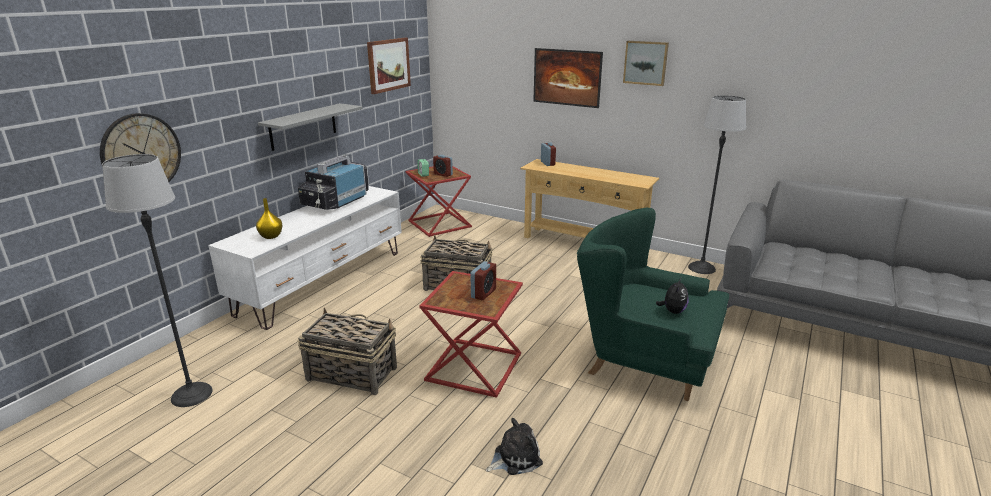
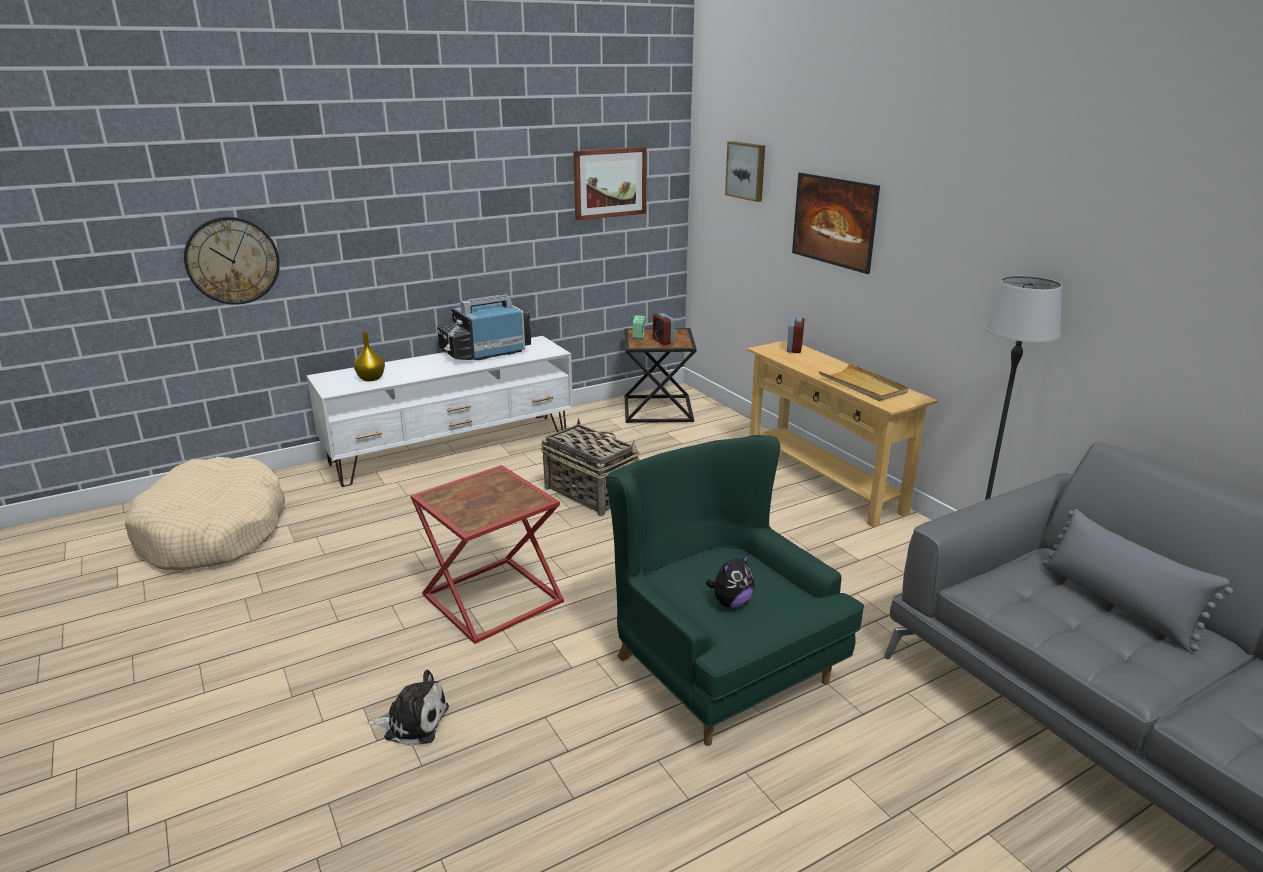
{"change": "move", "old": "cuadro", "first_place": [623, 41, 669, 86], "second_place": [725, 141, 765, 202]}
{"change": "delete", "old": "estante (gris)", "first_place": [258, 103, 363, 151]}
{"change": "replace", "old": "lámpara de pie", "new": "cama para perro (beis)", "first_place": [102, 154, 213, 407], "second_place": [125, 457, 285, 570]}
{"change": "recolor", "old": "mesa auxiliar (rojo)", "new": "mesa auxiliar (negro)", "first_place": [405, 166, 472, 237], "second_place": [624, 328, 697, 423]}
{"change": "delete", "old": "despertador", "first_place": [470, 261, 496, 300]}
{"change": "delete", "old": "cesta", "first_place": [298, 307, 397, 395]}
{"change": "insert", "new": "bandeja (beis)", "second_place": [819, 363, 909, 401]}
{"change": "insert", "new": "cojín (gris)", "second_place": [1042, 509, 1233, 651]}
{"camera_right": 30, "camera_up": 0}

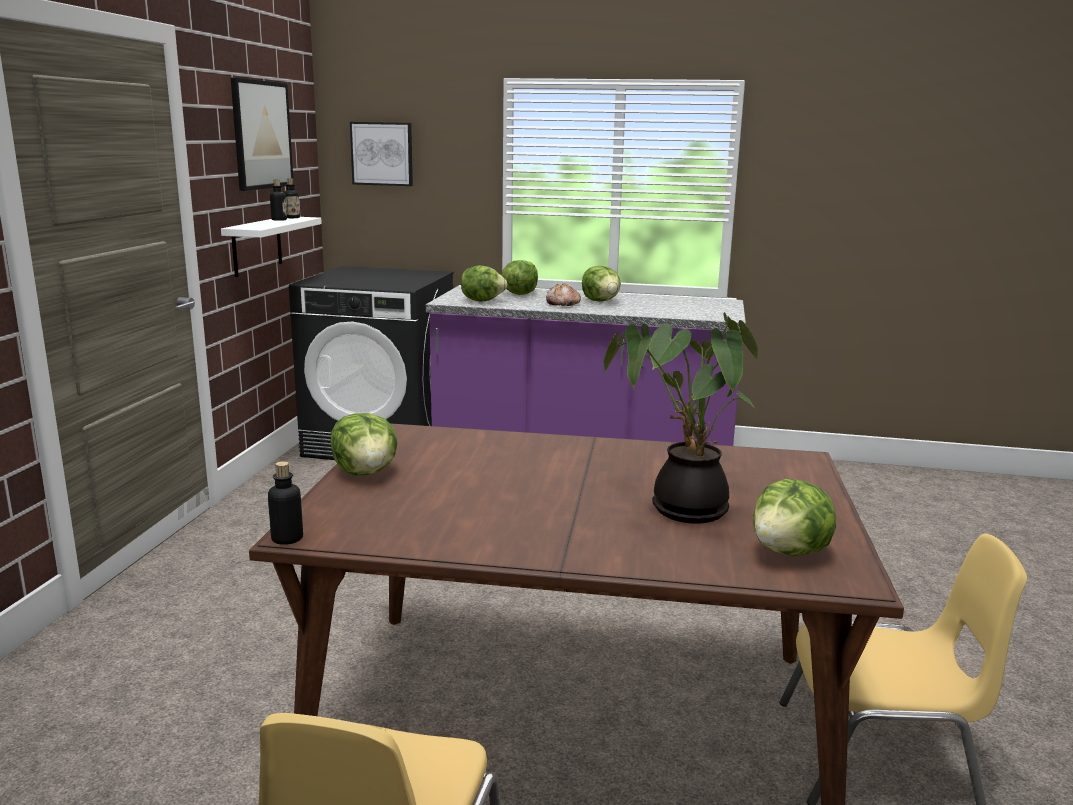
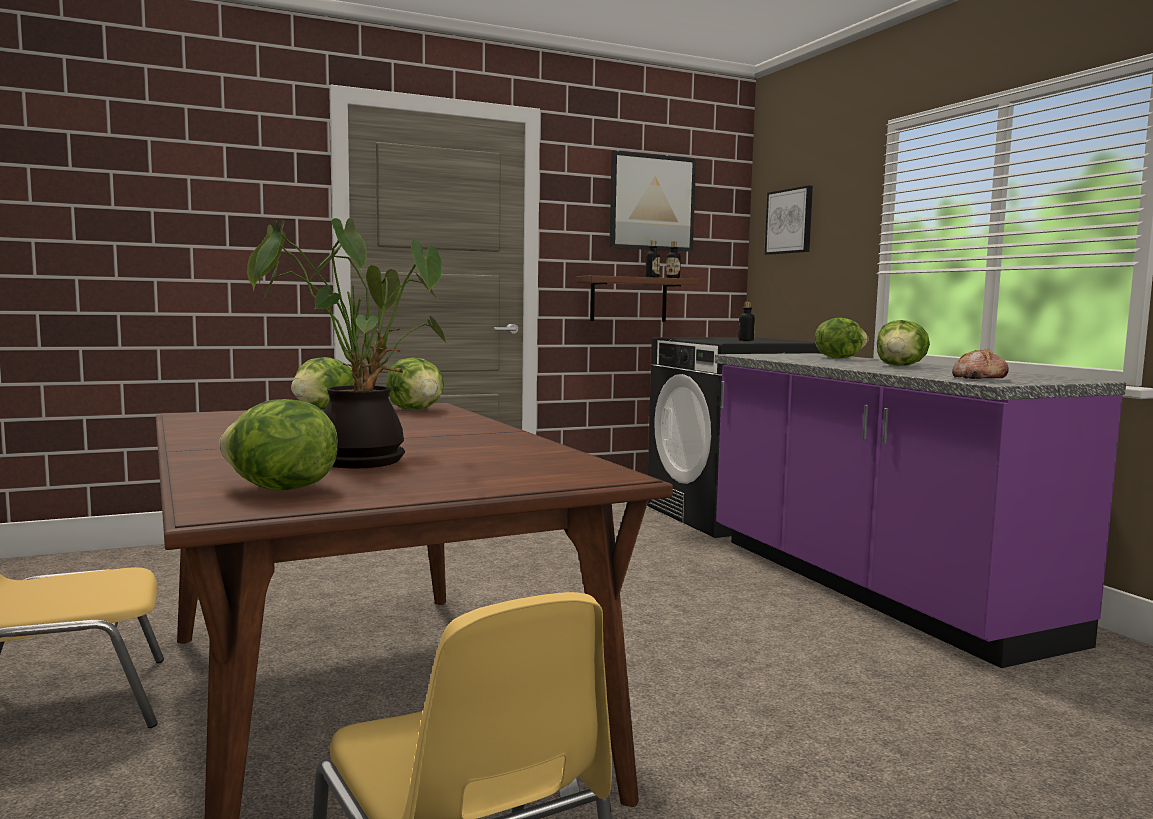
{"change": "recolor", "old": "estante (blanco)", "new": "estante (marrón)", "first_place": [221, 217, 322, 277], "second_place": [576, 275, 699, 322]}
{"change": "move", "old": "lechuga", "first_place": [461, 265, 508, 302], "second_place": [386, 358, 444, 410]}
{"change": "move", "old": "pan", "first_place": [546, 283, 581, 306], "second_place": [952, 349, 1009, 379]}
{"change": "move", "old": "botella", "first_place": [268, 461, 303, 545], "second_place": [738, 302, 755, 341]}
{"camera_right": 55, "camera_up": -10}

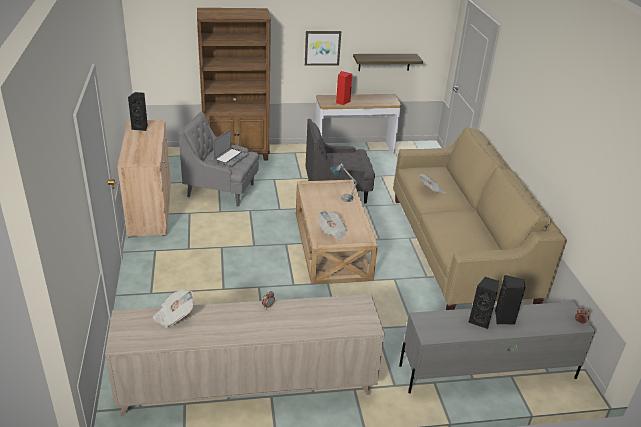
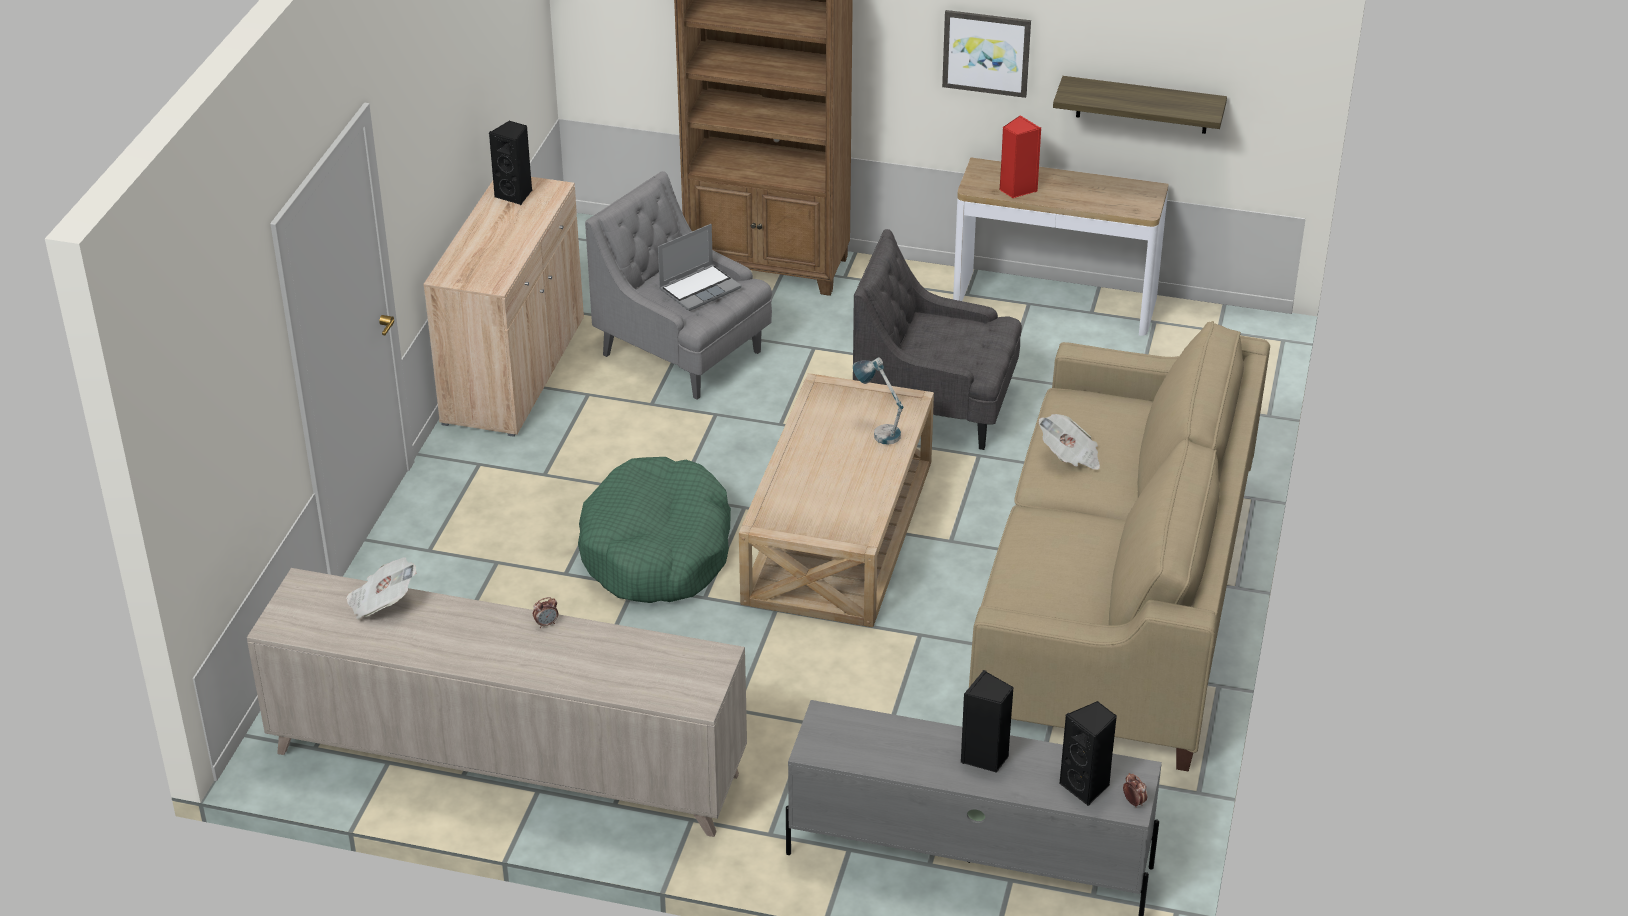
{"change": "delete", "old": "periódico", "first_place": [318, 211, 348, 240]}
{"change": "move", "old": "altavoz (negro)", "first_place": [468, 277, 499, 329], "second_place": [1059, 701, 1117, 806]}
{"change": "insert", "new": "cama para perro (verde)", "second_place": [578, 457, 731, 603]}
{"camera_right": 25, "camera_up": 5}

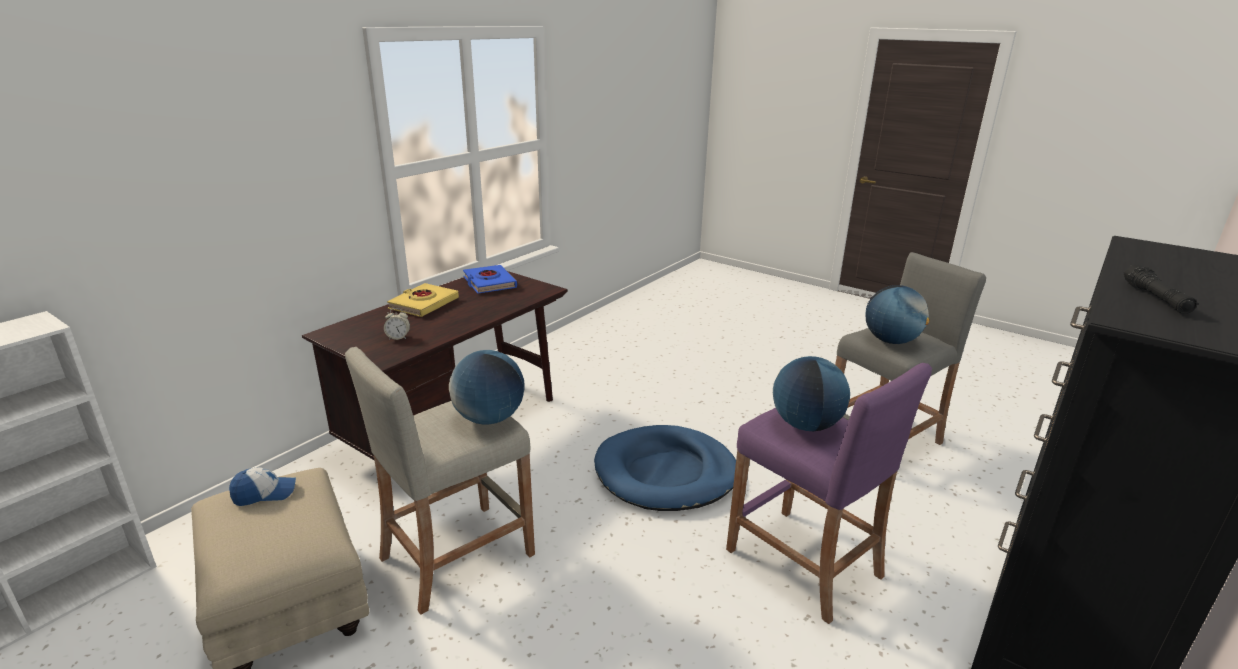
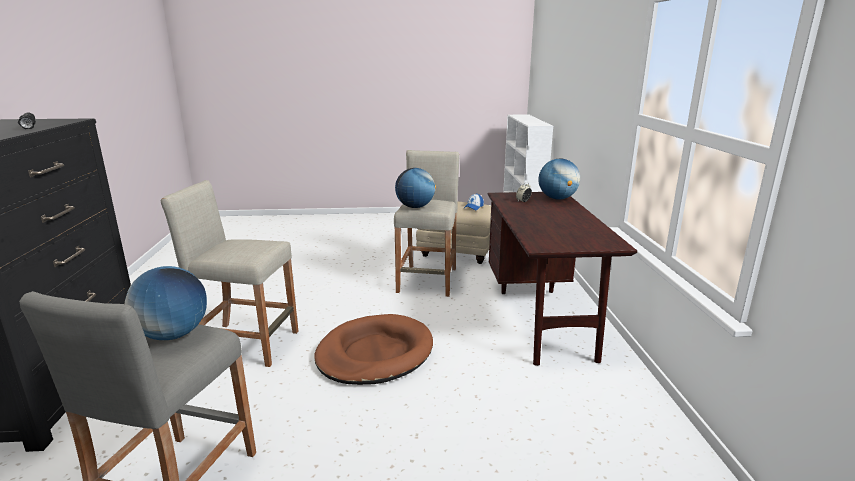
{"change": "delete", "old": "libro (azul)", "first_place": [463, 265, 517, 294]}
{"change": "delete", "old": "libro (amarillo)", "first_place": [387, 283, 459, 317]}
{"change": "move", "old": "globo terráqueo", "first_place": [773, 356, 850, 431], "second_place": [538, 159, 580, 199]}
{"change": "recolor", "old": "taburete (morado)", "new": "taburete (beis)", "first_place": [726, 363, 932, 624], "second_place": [161, 180, 299, 367]}
{"change": "recolor", "old": "cama para perro (azul)", "new": "cama para perro (marrón)", "first_place": [594, 425, 736, 511], "second_place": [314, 314, 433, 385]}
{"camera_right": 140, "camera_up": -5}

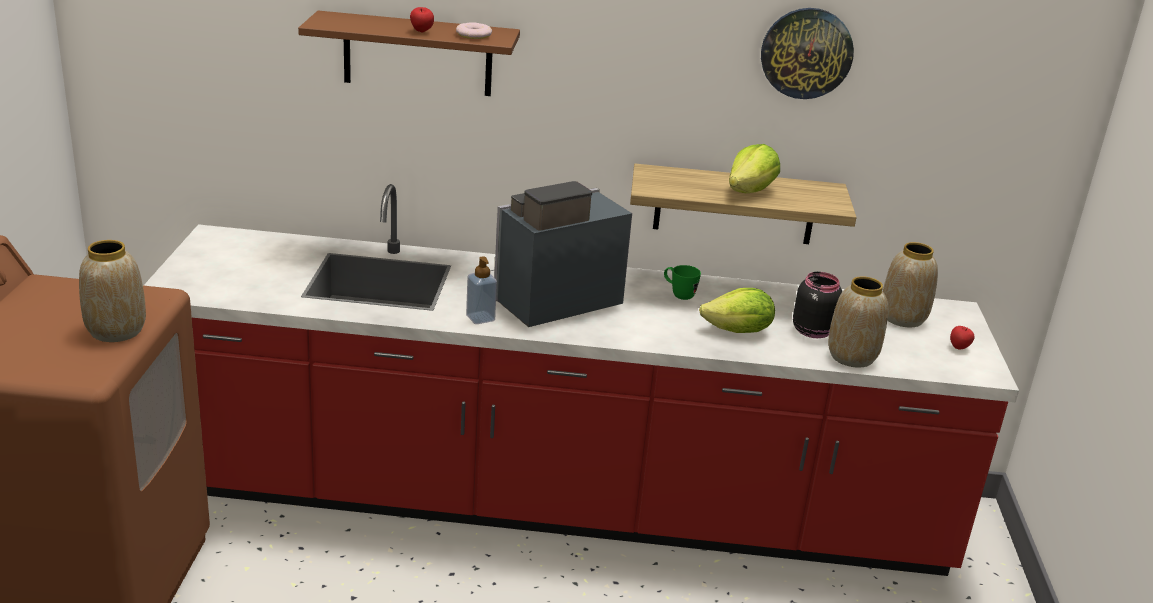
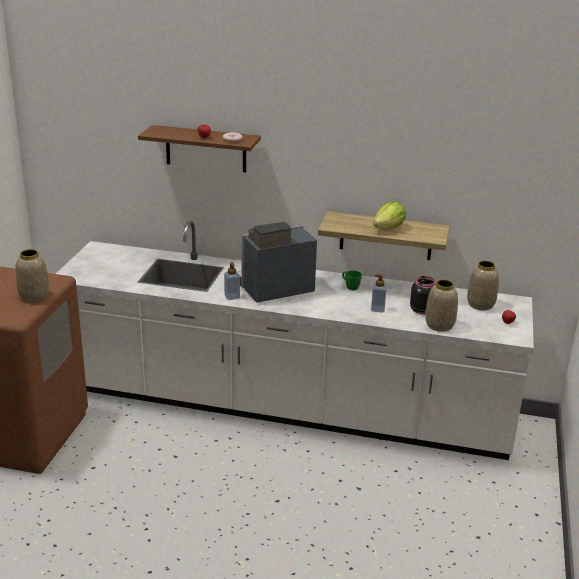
{"change": "delete", "old": "reloj de pared", "first_place": [761, 8, 854, 99]}
{"change": "recolor", "old": "mueble bajo de cocina (rojo)", "new": "mueble bajo de cocina (blanco)", "first_place": [143, 184, 1019, 576], "second_place": [56, 221, 534, 460]}
{"change": "replace", "old": "lechuga", "new": "dispensador de jabón", "first_place": [699, 288, 775, 333], "second_place": [371, 275, 387, 313]}
{"camera_right": 10, "camera_up": 0}

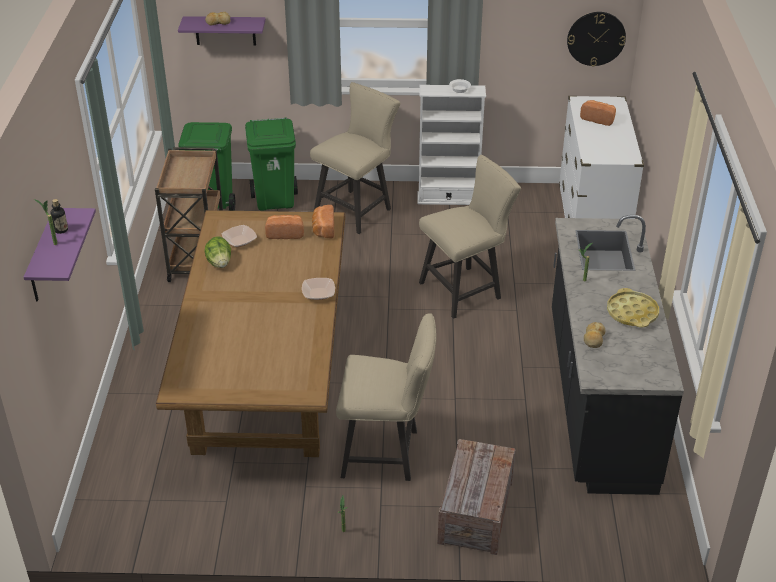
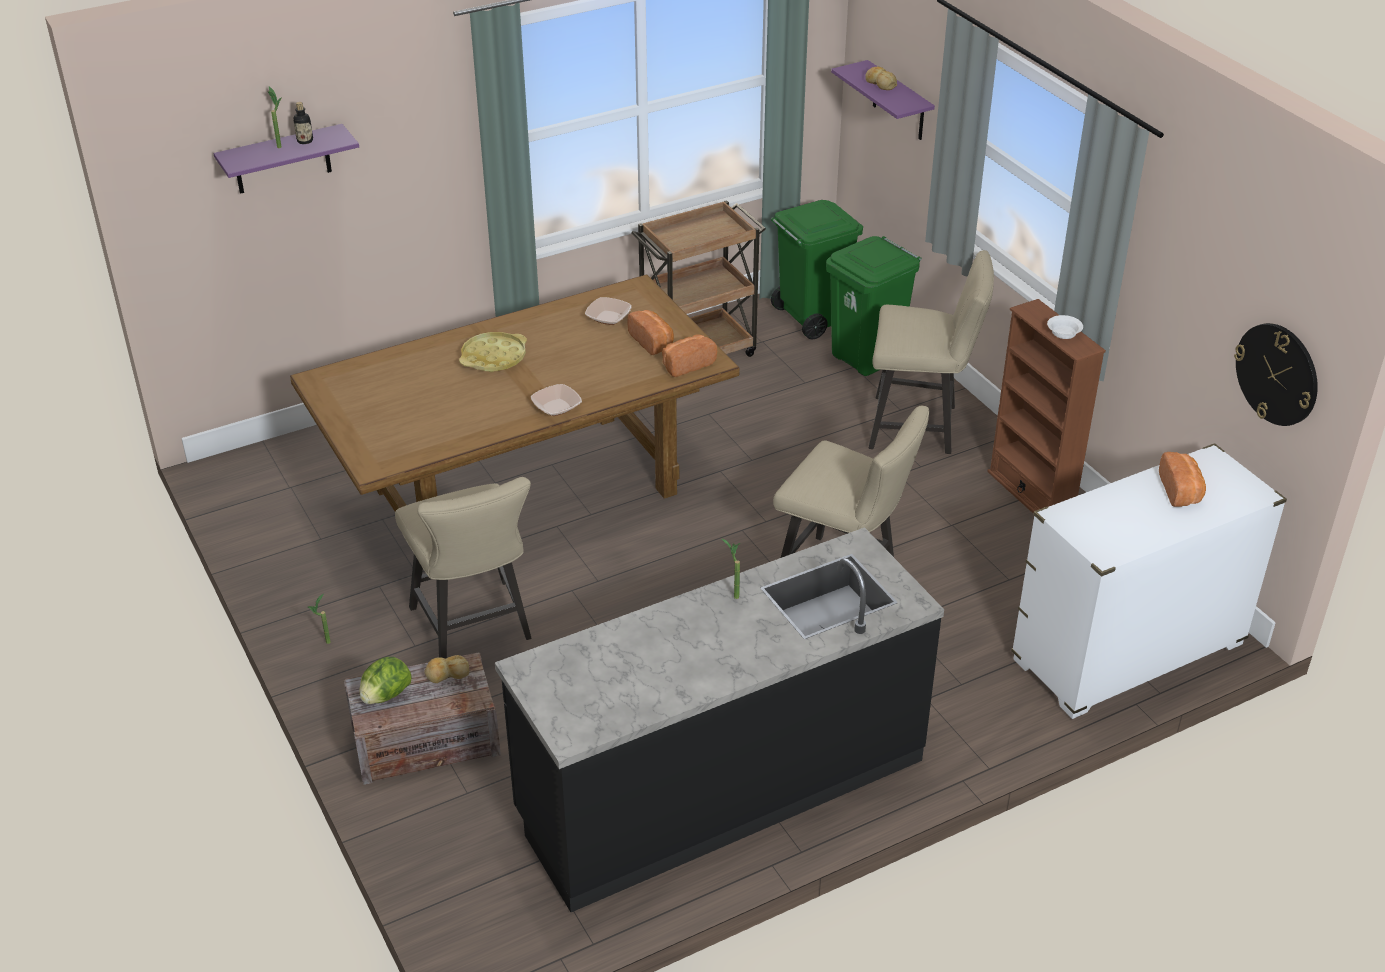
{"change": "recolor", "old": "estantería (blanco)", "new": "estantería (marrón)", "first_place": [417, 85, 486, 205], "second_place": [987, 299, 1106, 513]}
{"change": "move", "old": "lechuga", "first_place": [204, 236, 231, 268], "second_place": [359, 657, 412, 704]}
{"change": "move", "old": "bandeja (amarillo)", "first_place": [607, 288, 659, 328], "second_place": [459, 332, 527, 372]}
{"change": "move", "old": "pan", "first_place": [584, 322, 605, 348], "second_place": [424, 655, 469, 683]}
{"camera_right": 60, "camera_up": 0}

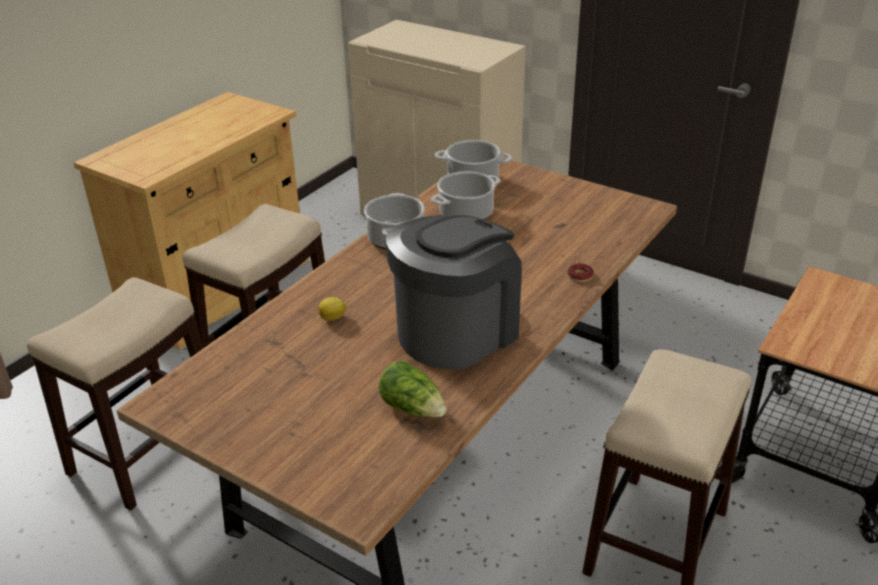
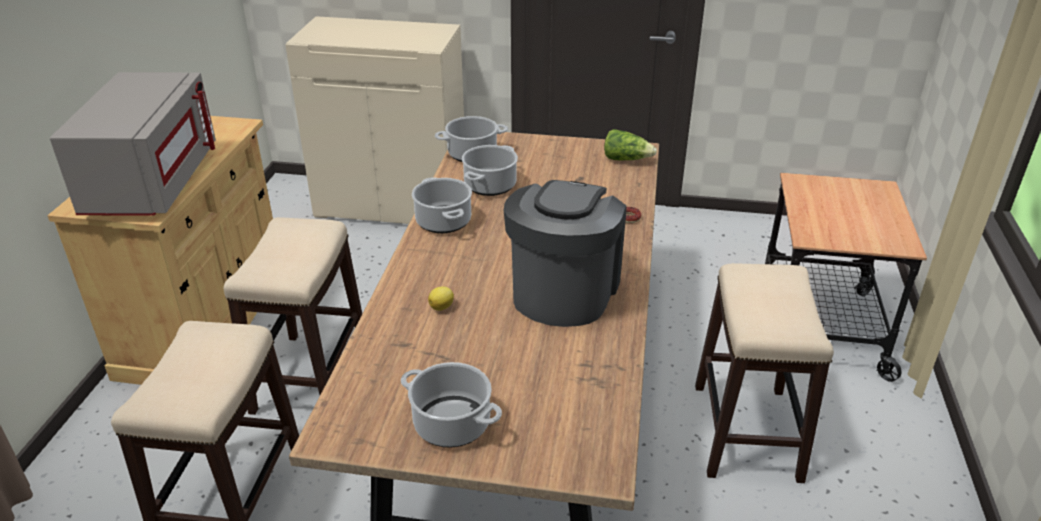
{"change": "move", "old": "lechuga", "first_place": [378, 361, 447, 417], "second_place": [604, 129, 657, 161]}
{"change": "insert", "new": "microondas (gris)", "second_place": [50, 72, 216, 216]}
{"change": "insert", "new": "olla", "second_place": [401, 362, 502, 448]}
{"camera_right": -25, "camera_up": 0}

